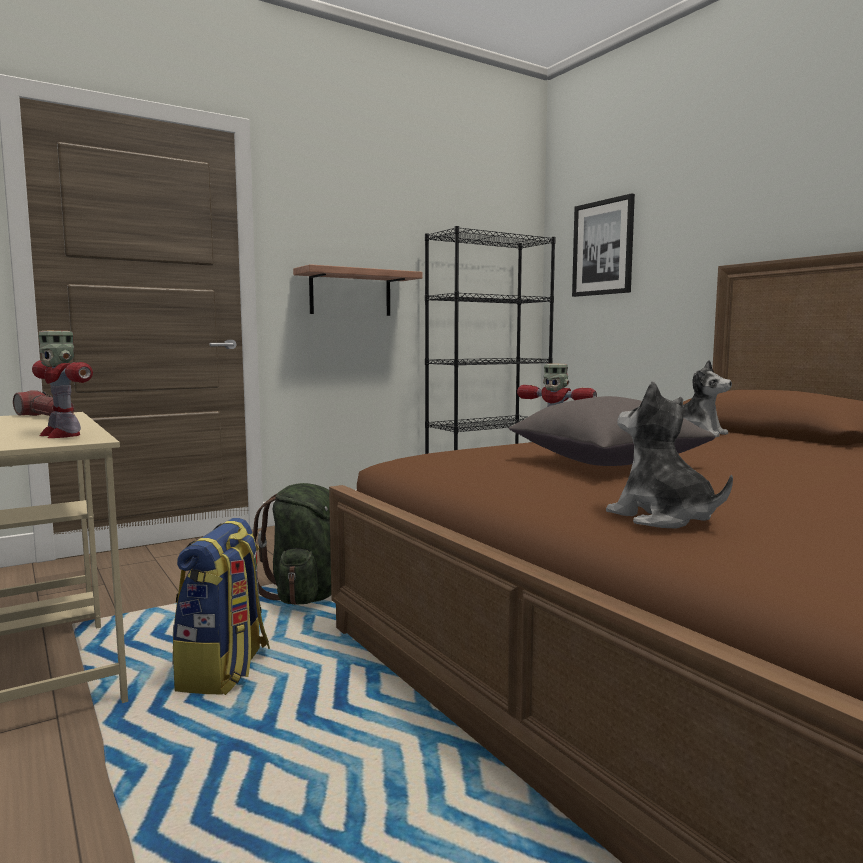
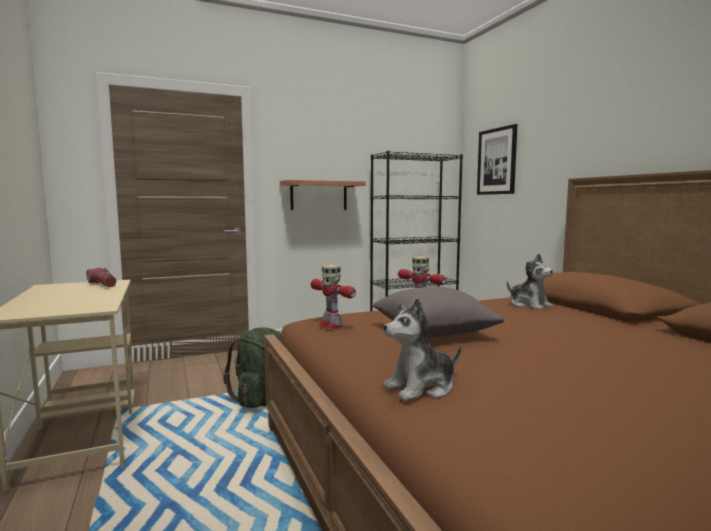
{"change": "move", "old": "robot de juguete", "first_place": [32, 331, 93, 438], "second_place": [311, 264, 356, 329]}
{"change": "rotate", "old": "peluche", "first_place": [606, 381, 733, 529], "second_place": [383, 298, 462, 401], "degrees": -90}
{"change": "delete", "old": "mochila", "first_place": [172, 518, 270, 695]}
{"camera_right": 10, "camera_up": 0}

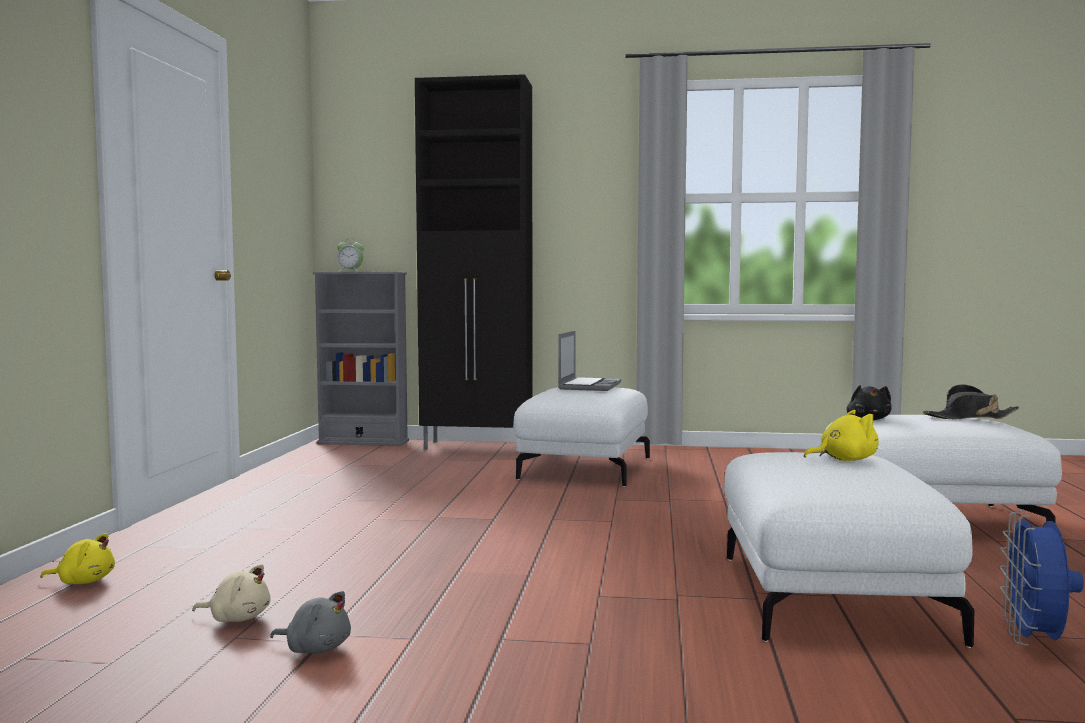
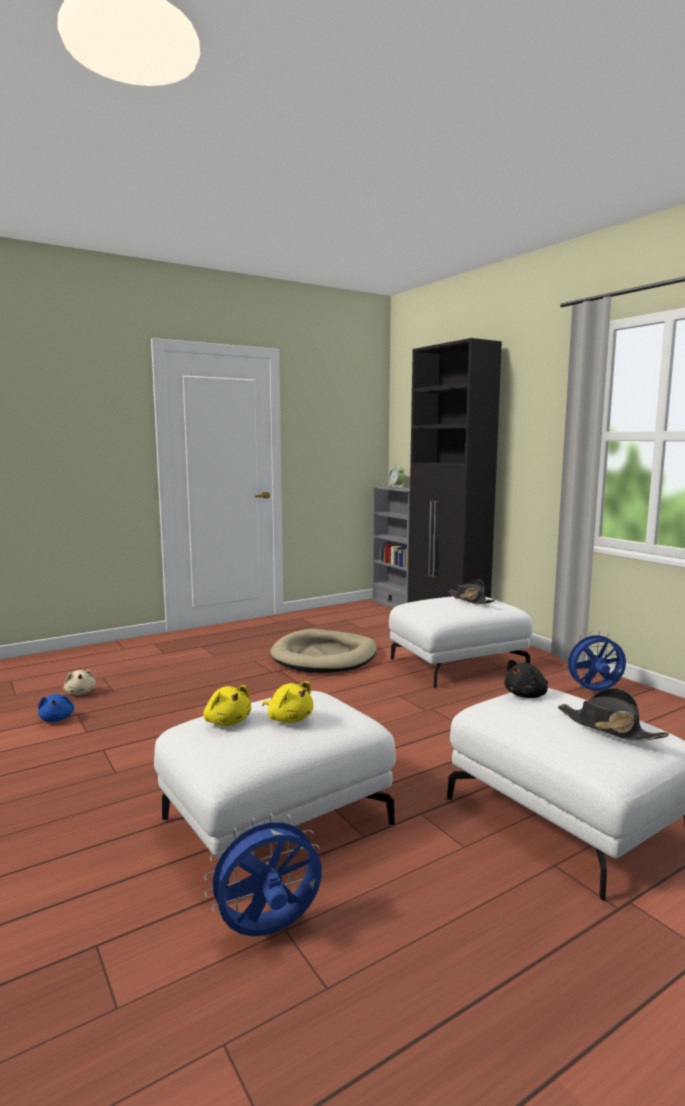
{"change": "replace", "old": "portátil", "new": "sombrero (negro)", "first_place": [558, 331, 621, 391], "second_place": [449, 579, 495, 604]}
{"change": "move", "old": "peluche (amarillo)", "first_place": [40, 533, 115, 584], "second_place": [203, 685, 251, 726]}
{"change": "recolor", "old": "peluche (gris)", "new": "peluche (azul)", "first_place": [270, 591, 351, 654], "second_place": [38, 694, 74, 722]}
{"change": "insert", "new": "cama para perro (beis)", "second_place": [270, 629, 377, 673]}
{"change": "insert", "new": "ventilador (azul)", "second_place": [564, 631, 626, 691]}
{"camera_right": 50, "camera_up": 5}

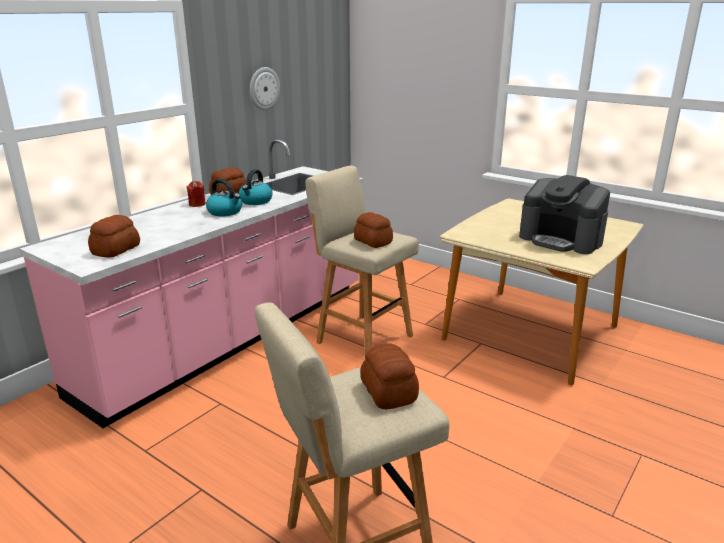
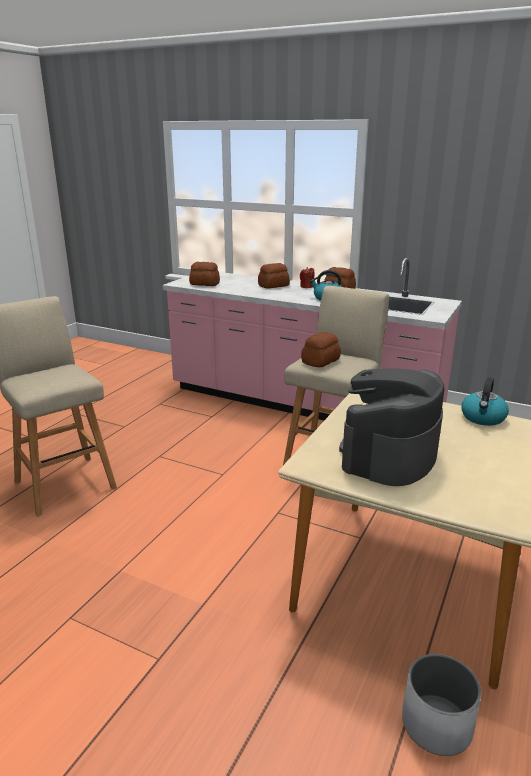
{"change": "delete", "old": "reloj de pared", "first_place": [250, 67, 280, 110]}
{"change": "move", "old": "hervidor", "first_place": [206, 179, 242, 216], "second_place": [461, 377, 509, 426]}
{"change": "move", "old": "pan", "first_place": [360, 343, 419, 409], "second_place": [258, 263, 290, 289]}
{"change": "insert", "new": "maceta (blanco)", "second_place": [402, 654, 481, 756]}
{"camera_right": 80, "camera_up": 0}

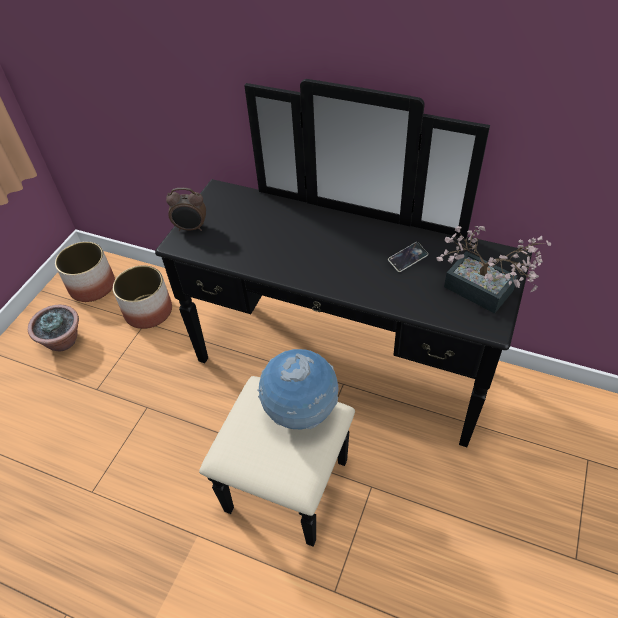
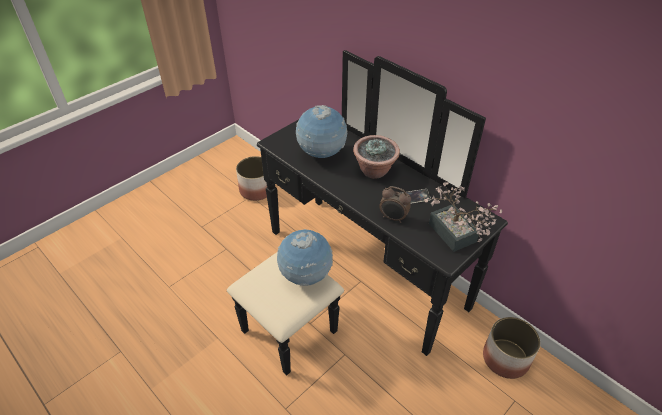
{"change": "move", "old": "despertador", "first_place": [166, 188, 206, 231], "second_place": [379, 186, 411, 223]}
{"change": "move", "old": "maceta", "first_place": [55, 241, 115, 302], "second_place": [483, 317, 540, 379]}
{"change": "move", "old": "planta en maceta", "first_place": [28, 304, 79, 351], "second_place": [353, 135, 400, 179]}
{"change": "insert", "new": "globo terráqueo", "second_place": [296, 105, 347, 158]}
{"camera_right": 20, "camera_up": -5}

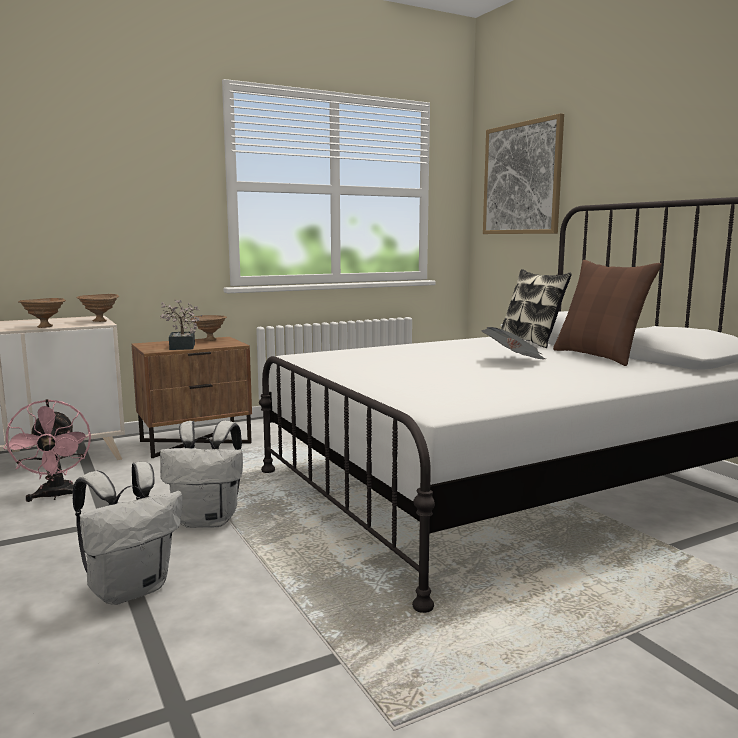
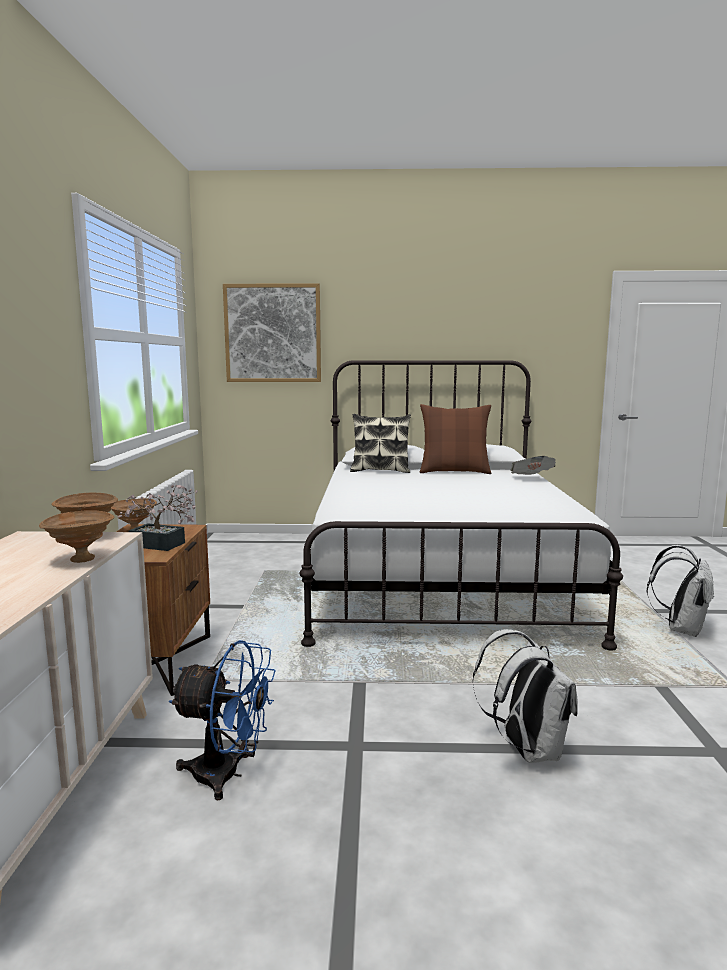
{"change": "move", "old": "periódico", "first_place": [482, 327, 546, 359], "second_place": [511, 456, 556, 475]}
{"change": "recolor", "old": "ventilador (rosa)", "new": "ventilador (azul)", "first_place": [3, 399, 91, 502], "second_place": [169, 640, 275, 801]}
{"change": "move", "old": "mochila (blanco)", "first_place": [160, 421, 243, 528], "second_place": [647, 545, 715, 637]}
{"camera_right": -60, "camera_up": 0}

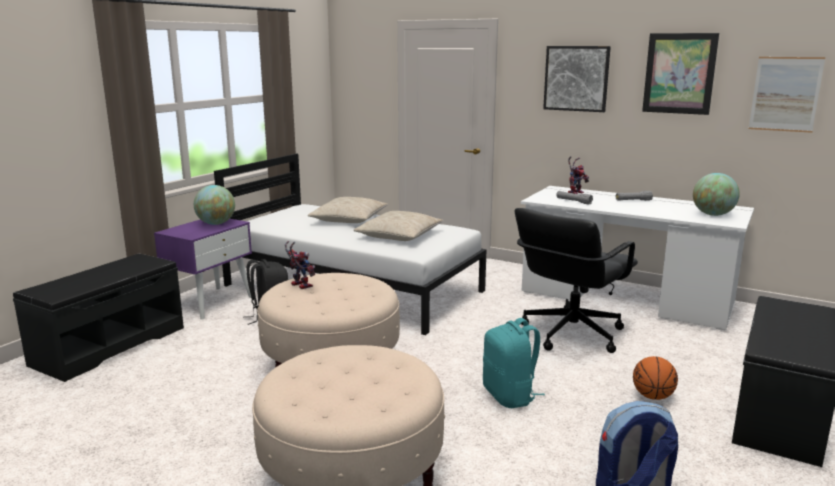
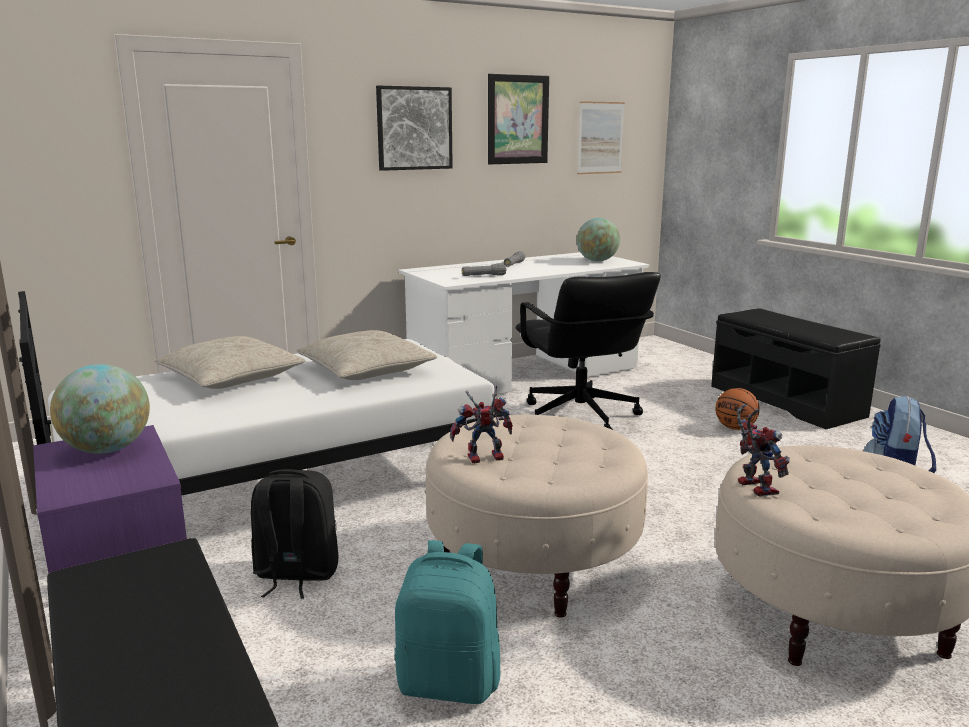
{"change": "move", "old": "robot de juguete", "first_place": [568, 156, 589, 194], "second_place": [737, 404, 790, 496]}
{"change": "move", "old": "mochila (turquesa)", "first_place": [483, 318, 545, 408], "second_place": [395, 540, 501, 704]}
{"camera_right": -60, "camera_up": 0}

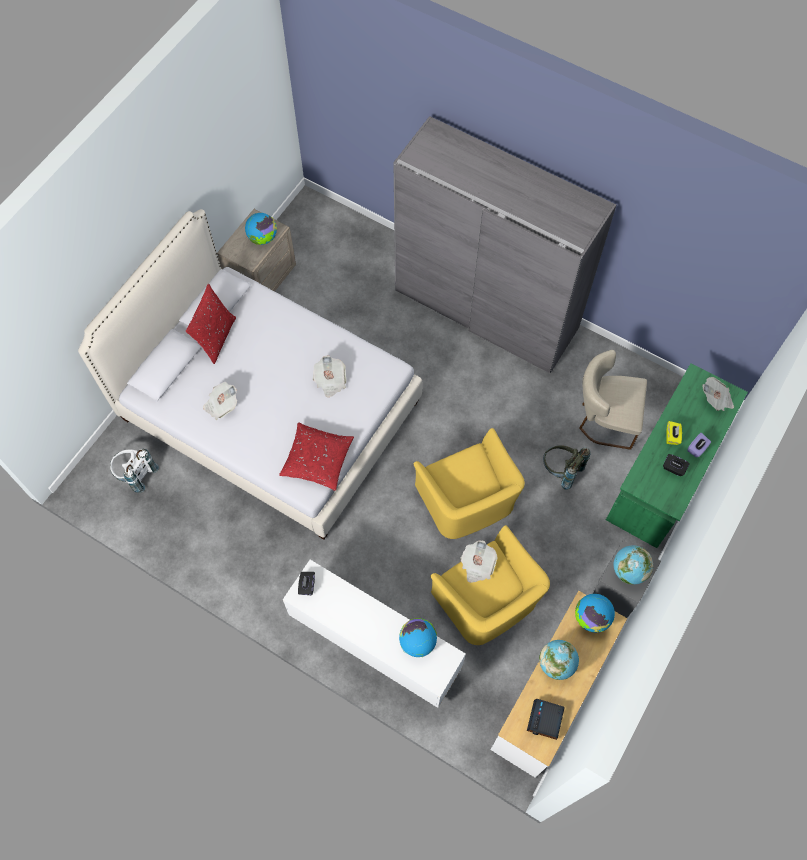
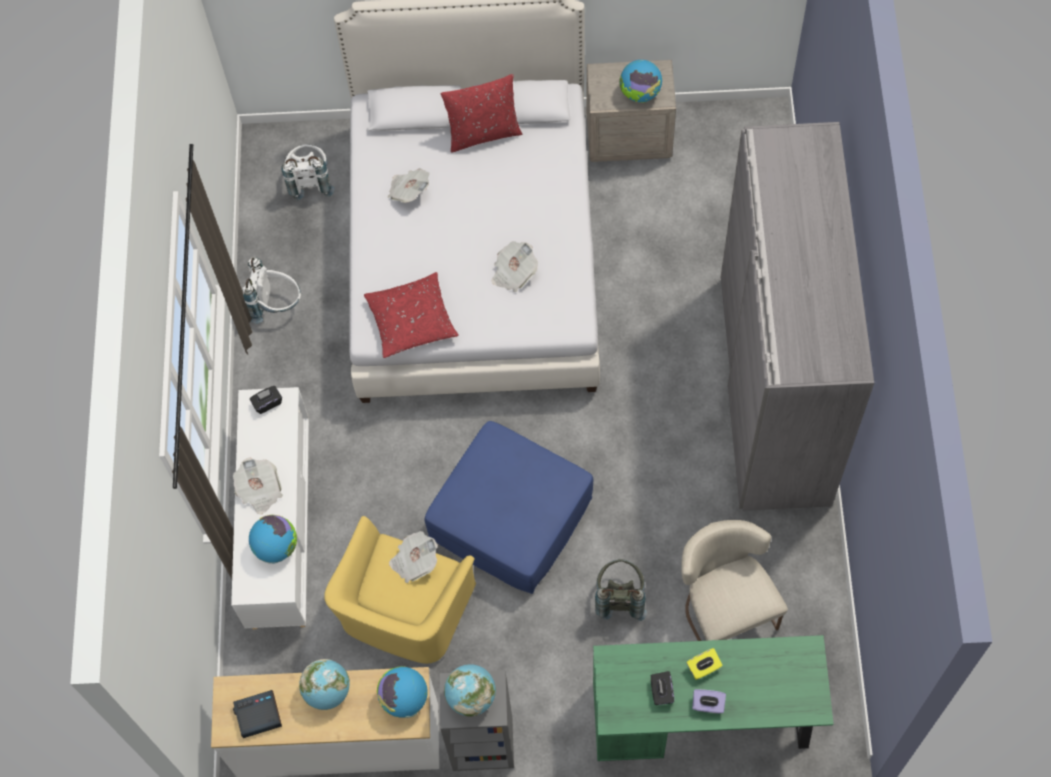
{"change": "move", "old": "periódico", "first_place": [702, 377, 734, 411], "second_place": [233, 457, 283, 514]}
{"change": "replace", "old": "sillón (amarillo)", "new": "puf (azul)", "first_place": [413, 428, 525, 539], "second_place": [425, 421, 593, 594]}
{"change": "insert", "new": "mochila (blanco)", "second_place": [242, 257, 301, 324]}
{"camera_right": 60, "camera_up": 0}

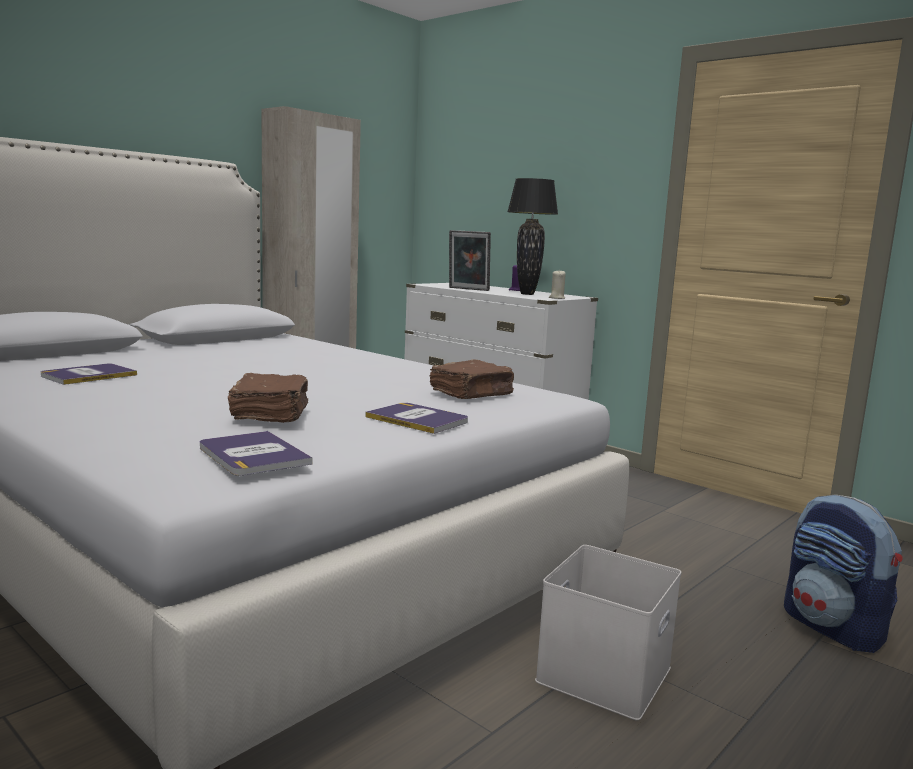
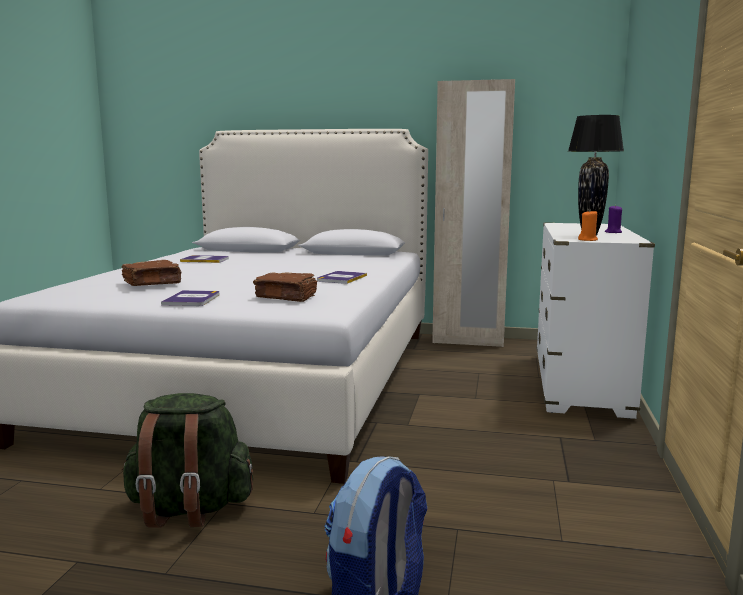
{"change": "delete", "old": "portarretratos", "first_place": [449, 230, 491, 291]}
{"change": "recolor", "old": "vela (beis)", "new": "vela (naranja)", "first_place": [549, 271, 566, 299], "second_place": [578, 211, 598, 241]}
{"change": "move", "old": "libro", "first_place": [200, 431, 312, 476], "second_place": [317, 271, 367, 284]}
{"change": "replace", "old": "caja de almacenaje (blanco)", "new": "mochila (verde)", "first_place": [535, 545, 681, 720], "second_place": [122, 393, 253, 528]}
{"camera_right": 60, "camera_up": 0}

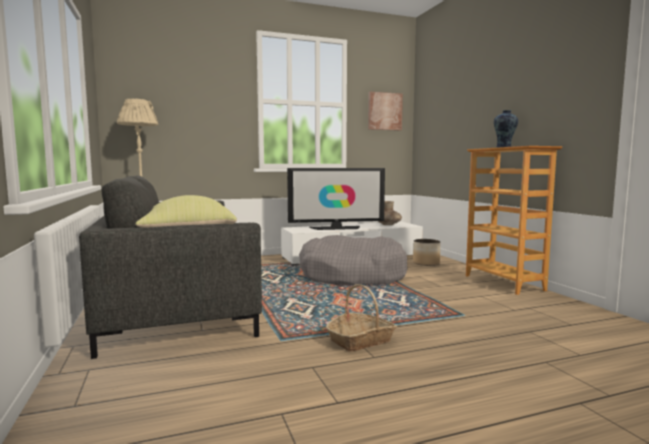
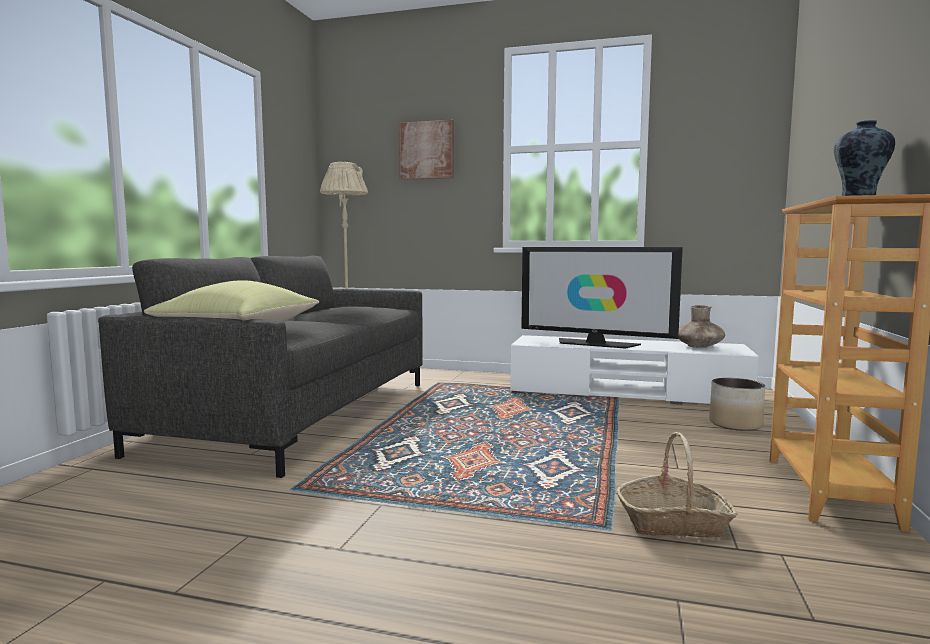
{"change": "move", "old": "cuadro", "first_place": [368, 92, 403, 131], "second_place": [399, 119, 454, 180]}
{"change": "delete", "old": "cama para perro (gris)", "first_place": [299, 235, 407, 285]}
{"change": "move", "old": "cesta", "first_place": [326, 284, 397, 352], "second_place": [617, 432, 738, 538]}
{"camera_right": 35, "camera_up": 0}

